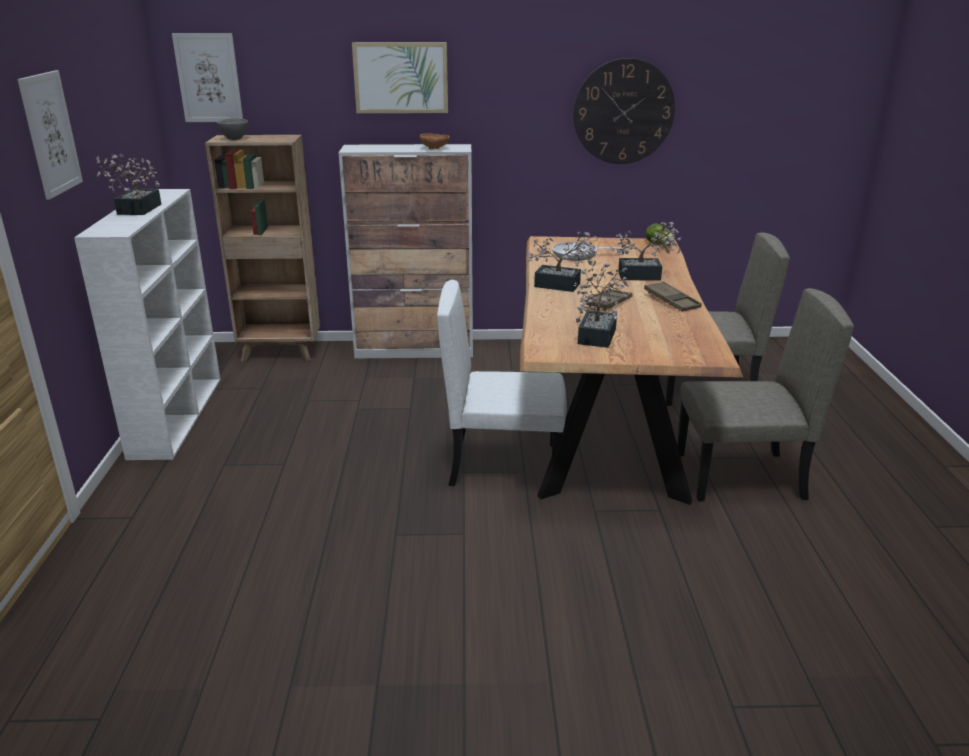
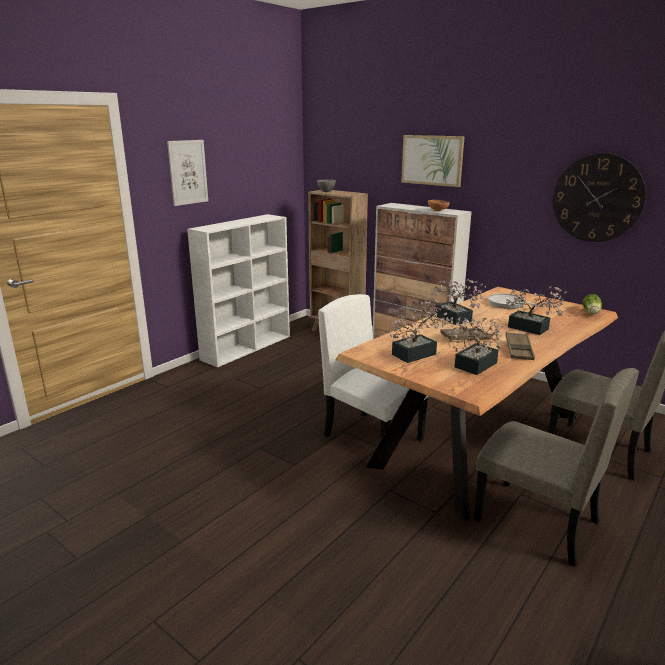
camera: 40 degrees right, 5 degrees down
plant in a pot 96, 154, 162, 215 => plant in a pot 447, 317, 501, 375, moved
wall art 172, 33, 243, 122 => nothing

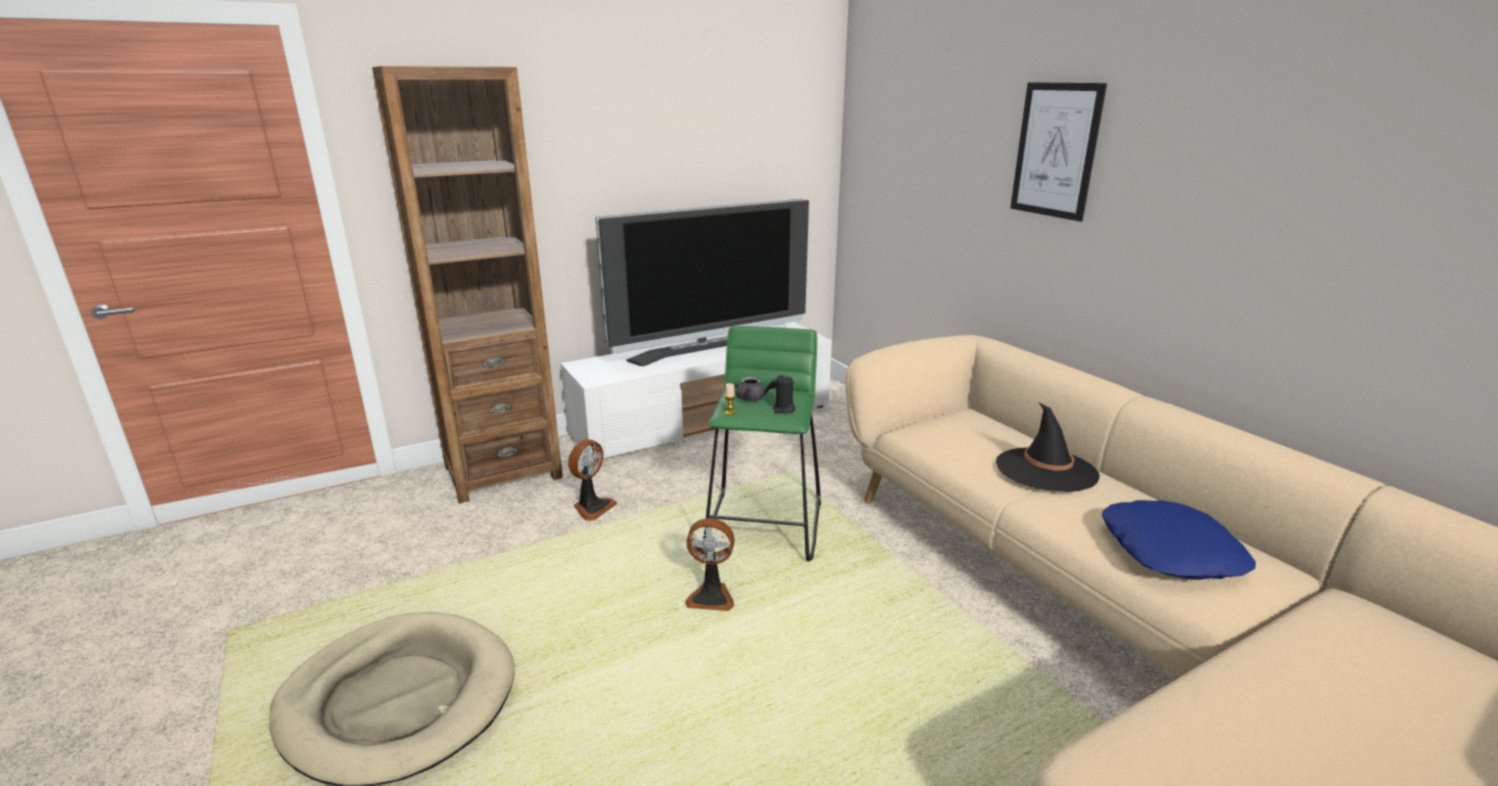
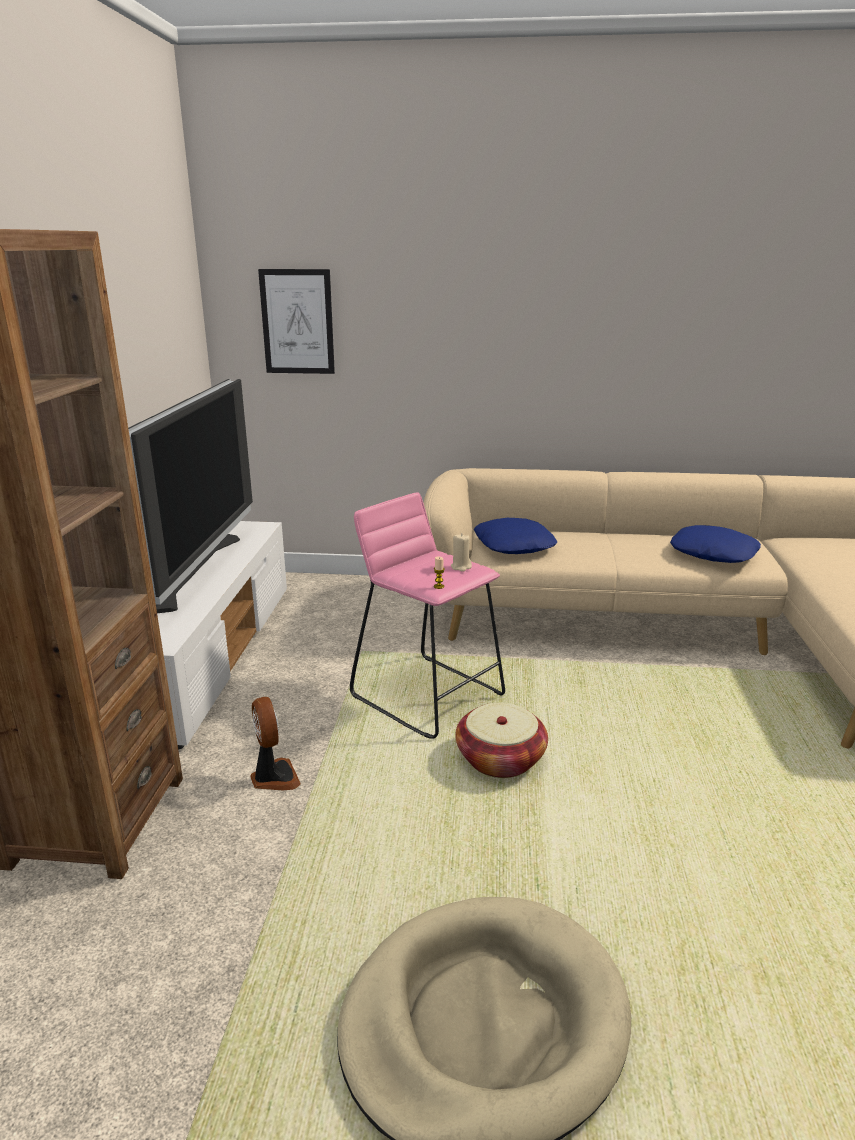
camera: 55 degrees left, 0 degrees up
wall art 1010, 83, 1107, 222 => wall art 258, 269, 335, 374, moved
greenish stool 703, 326, 821, 561 => pink stool 350, 492, 505, 739
black candle 773, 375, 795, 414 => beige candle 451, 533, 472, 572
fan 685, 518, 735, 611 => basket 455, 702, 548, 778
nothing => blue-coloured pillow 474, 518, 557, 554
grey tea pot 736, 377, 777, 401 => nothing
black hat 996, 403, 1100, 492 => nothing

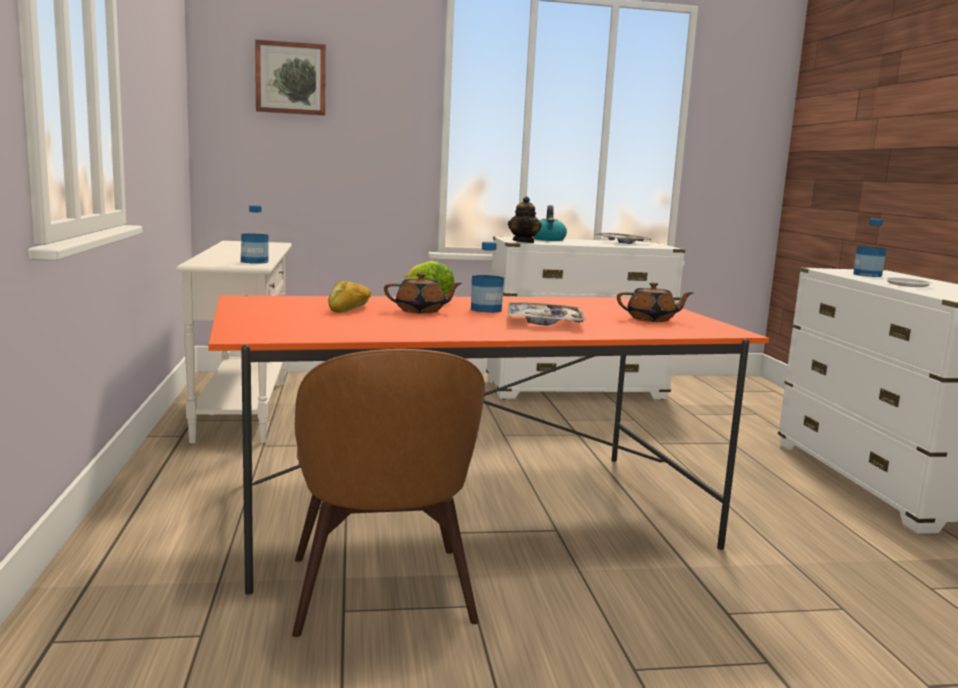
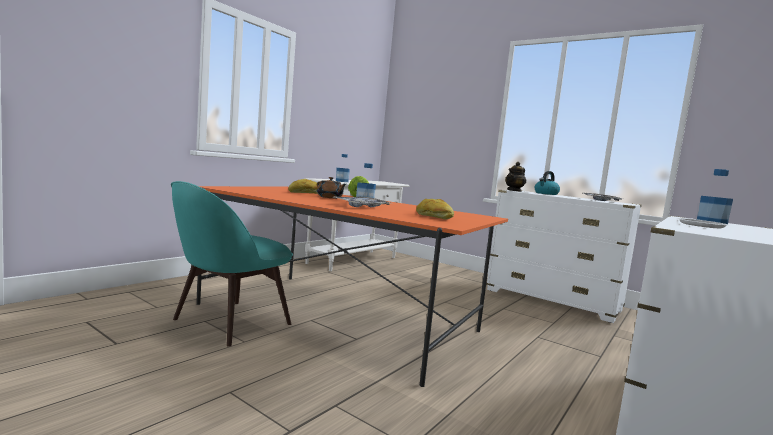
camera: 45 degrees right, 5 degrees down
brownish plain chair 292, 349, 485, 637 => turquoise plain chair 171, 181, 293, 347
brownish tea pot 617, 282, 694, 322 => baked bread 416, 199, 454, 220
wall art 255, 39, 326, 116 => nothing

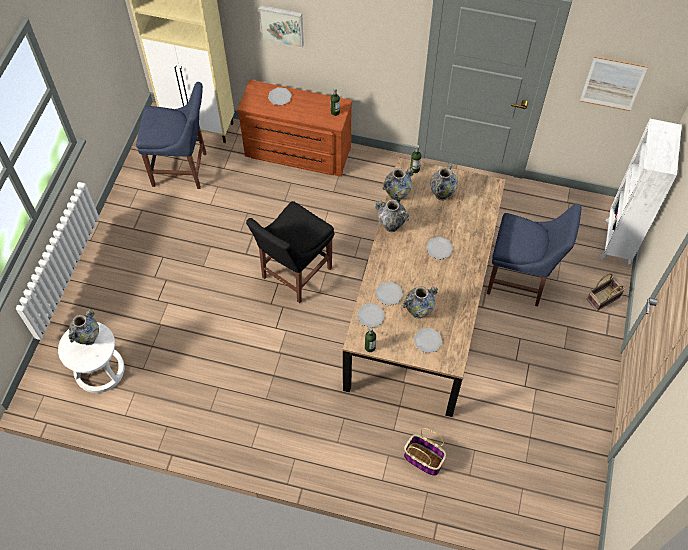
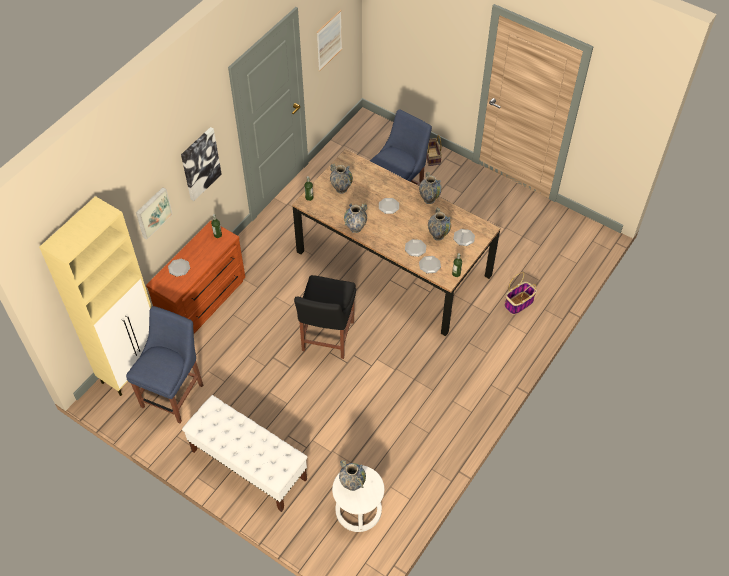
camera: 70 degrees left, 5 degrees down
nothing => wall art 181, 127, 222, 201
nothing => whitish bench 182, 395, 307, 512
black plain chair 246, 201, 334, 303 => black plain chair 294, 275, 356, 359, 45 degrees clockwise
decorative vase 382, 168, 414, 201 => decorative vase 419, 171, 442, 204, moved
whitish bookcase 600, 119, 682, 265 => nothing

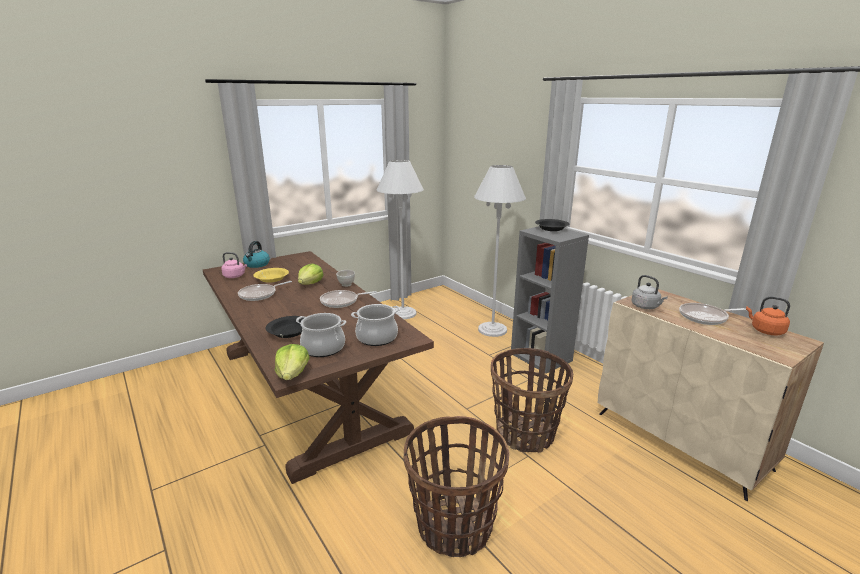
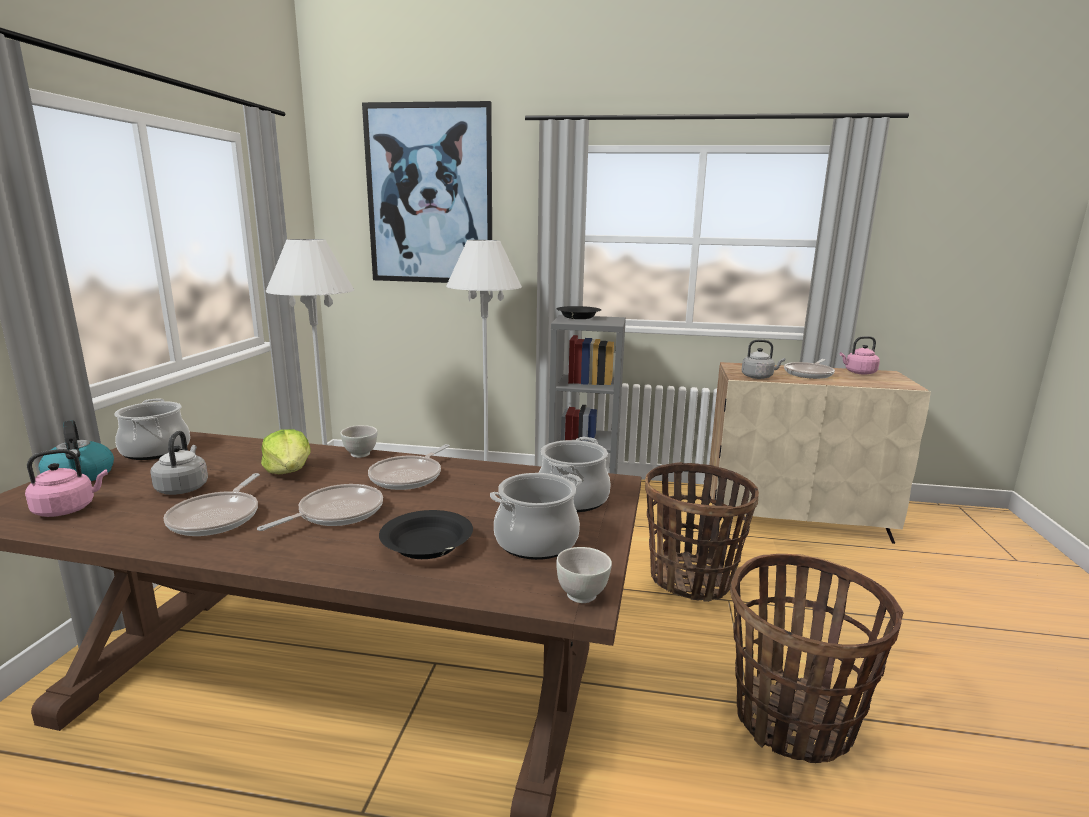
camera: 45 degrees left, 5 degrees down
nothing => saucepot 115, 399, 190, 460
yellow deep dish 254, 268, 289, 283 => grey water kettle 150, 431, 208, 495
nothing => skillet 257, 484, 383, 531
nothing => wall art 362, 101, 492, 283
lettuce head 275, 344, 309, 380 => whitish deep dish 556, 547, 612, 603
orange-coloured water kettle 746, 296, 790, 336 => pink water kettle 840, 336, 880, 375

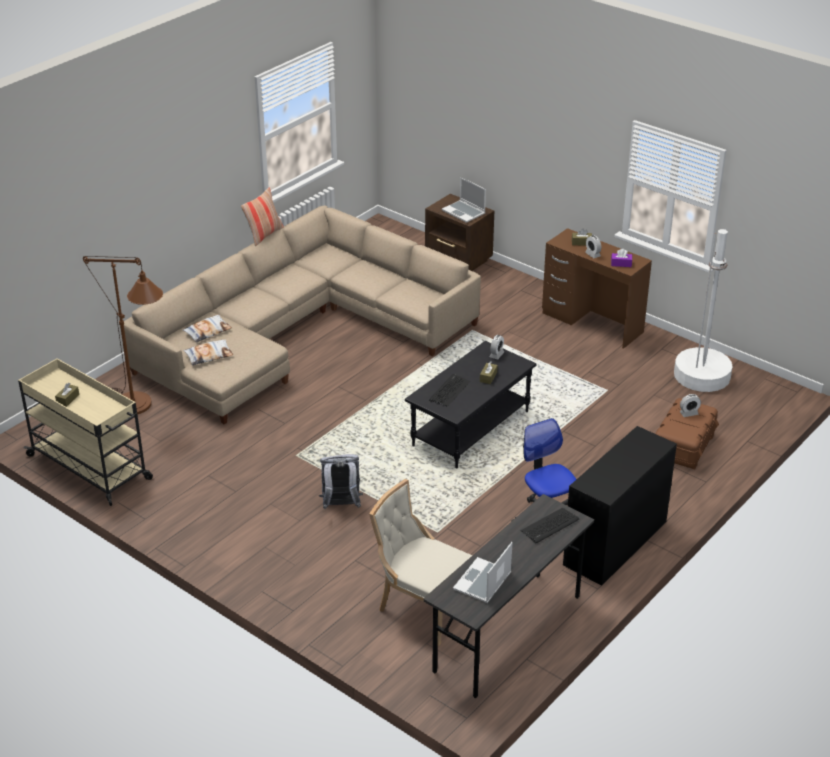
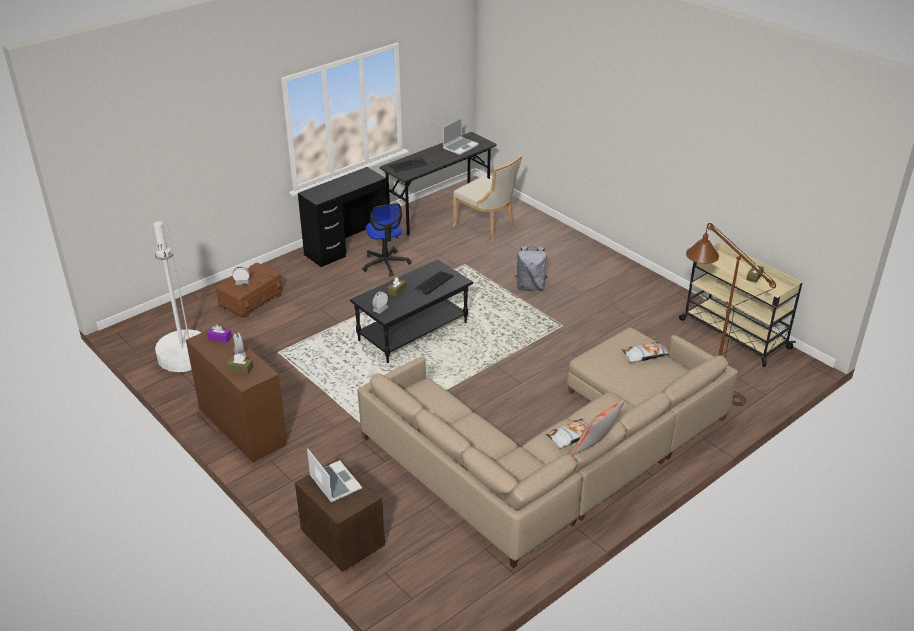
camera: 170 degrees left, 0 degrees up
pillow 183, 315, 232, 343 => pillow 546, 418, 588, 448, moved

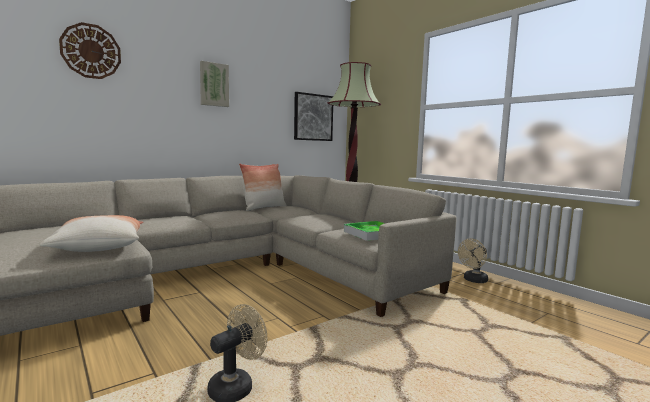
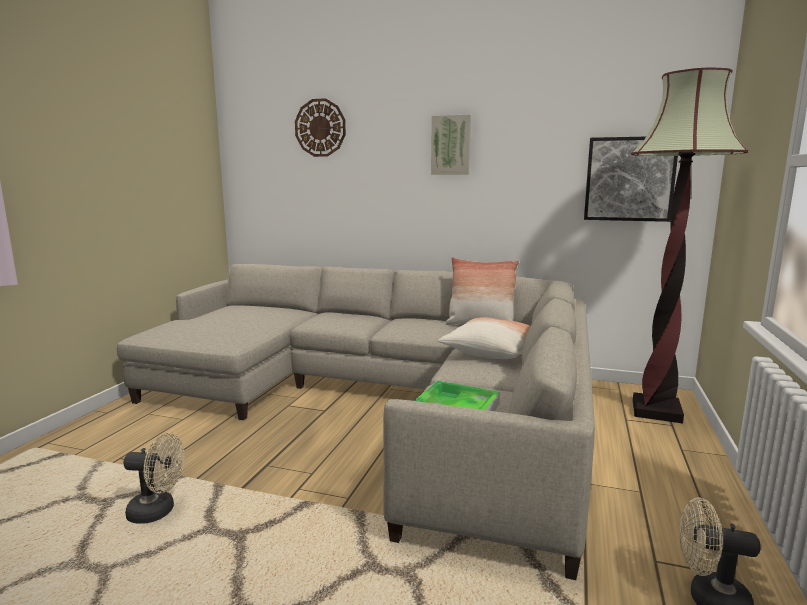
camera: 55 degrees right, 5 degrees up
pillow 39, 215, 143, 252 => pillow 438, 317, 531, 359, moved

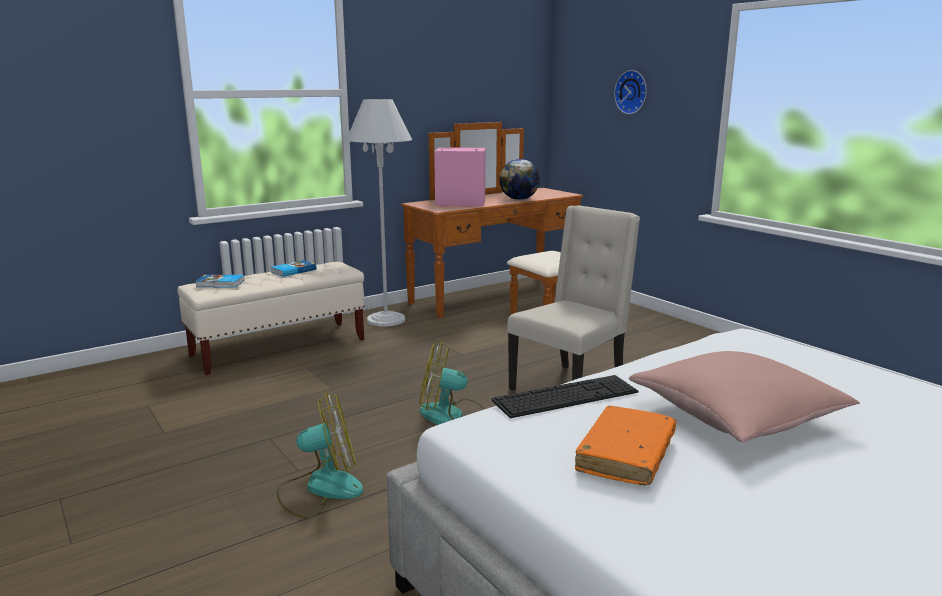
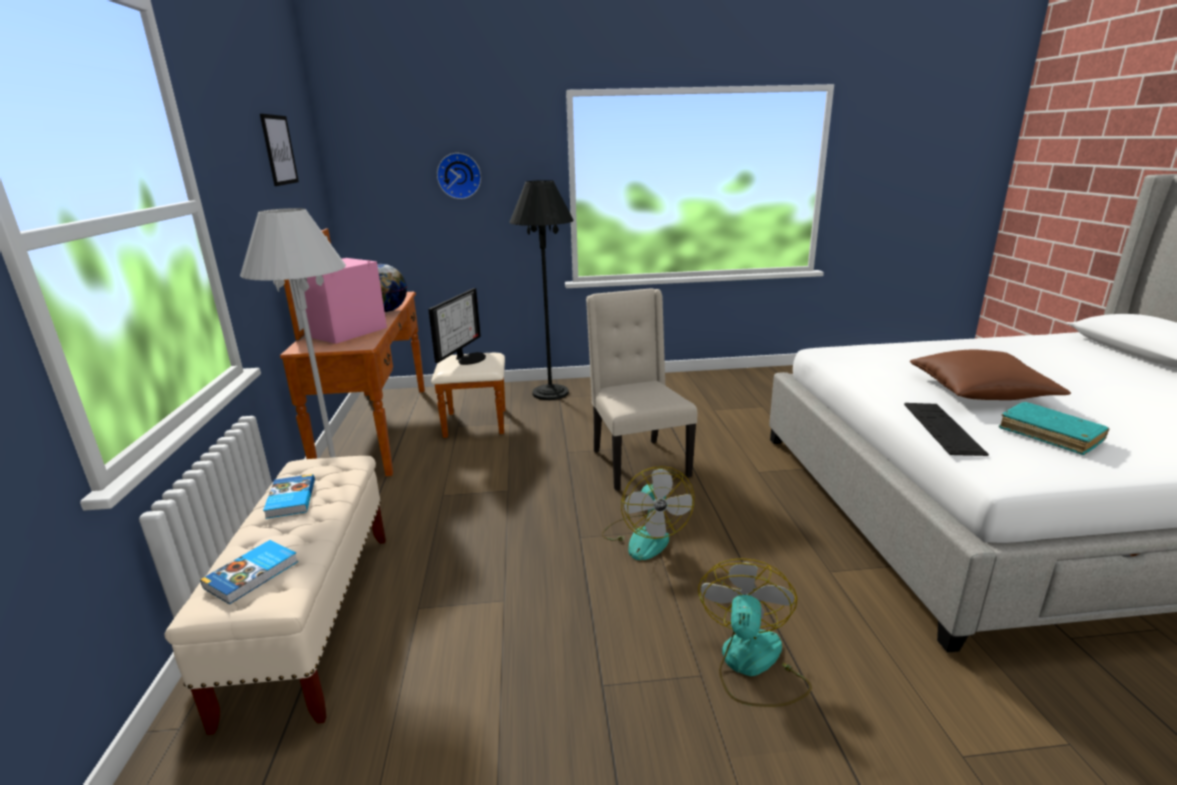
camera: 60 degrees left, 5 degrees up
nothing => wall art 260, 114, 299, 186
nothing => monitor 428, 288, 486, 365
nothing => black standard lamp 509, 180, 574, 400
fan 420, 342, 484, 425 => fan 602, 466, 694, 560, 45 degrees counterclockwise
pink pillow 629, 351, 860, 442 => brownish pillow 910, 350, 1071, 400
orange-coloured volume 575, 406, 676, 485 => turquoise volume 998, 402, 1109, 455

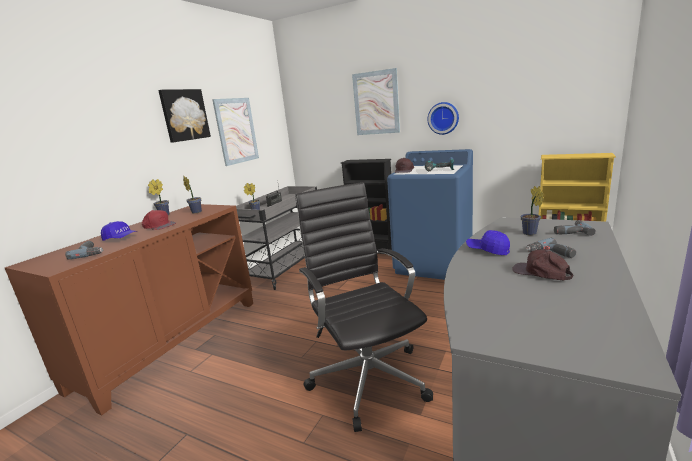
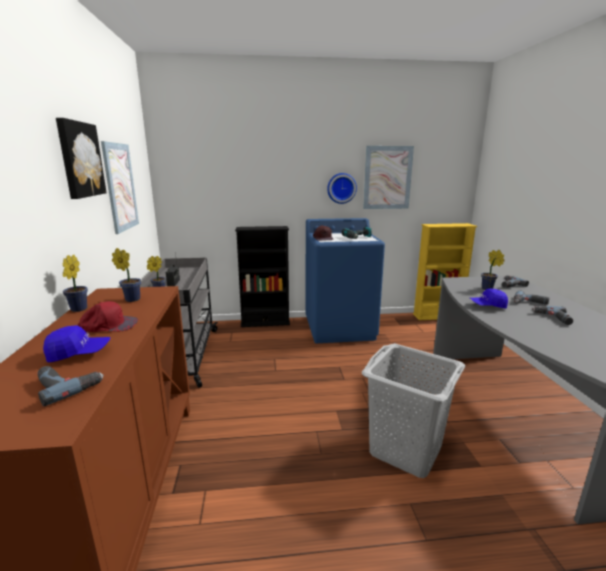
camera: 35 degrees left, 0 degrees up
black office chair 295, 182, 433, 432 => grey laundry basket 362, 343, 465, 478
wall art 352, 68, 400, 135 => wall art 363, 146, 414, 209, moved
brownish peaked cap 512, 249, 573, 281 => electric drill 532, 306, 573, 325

